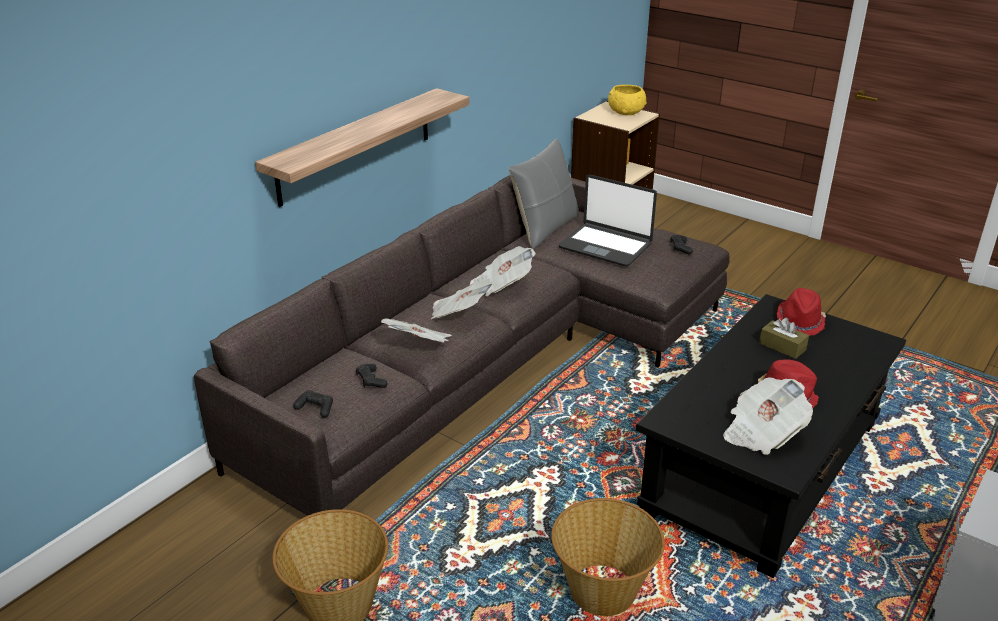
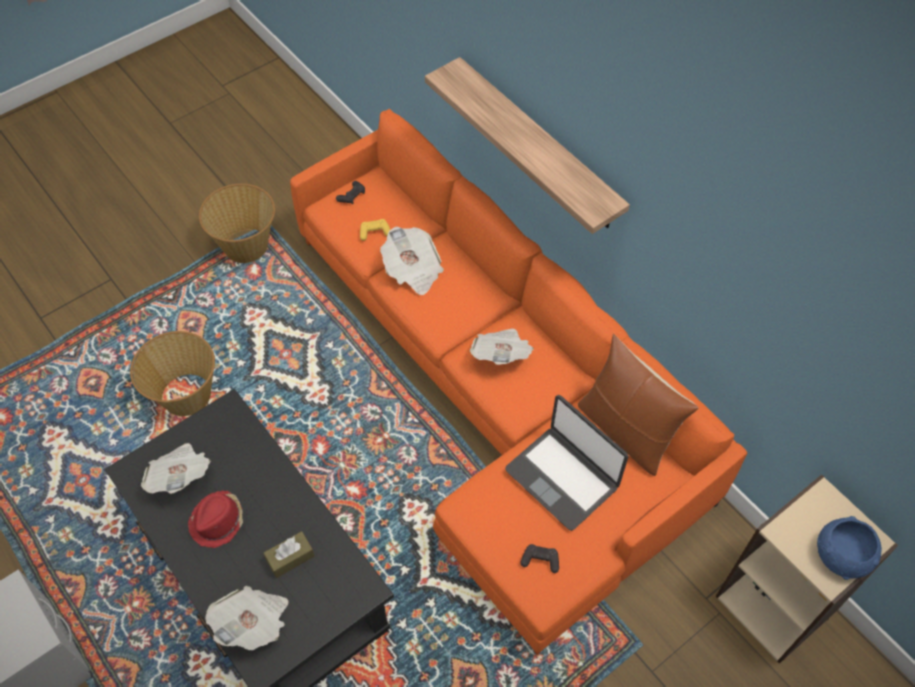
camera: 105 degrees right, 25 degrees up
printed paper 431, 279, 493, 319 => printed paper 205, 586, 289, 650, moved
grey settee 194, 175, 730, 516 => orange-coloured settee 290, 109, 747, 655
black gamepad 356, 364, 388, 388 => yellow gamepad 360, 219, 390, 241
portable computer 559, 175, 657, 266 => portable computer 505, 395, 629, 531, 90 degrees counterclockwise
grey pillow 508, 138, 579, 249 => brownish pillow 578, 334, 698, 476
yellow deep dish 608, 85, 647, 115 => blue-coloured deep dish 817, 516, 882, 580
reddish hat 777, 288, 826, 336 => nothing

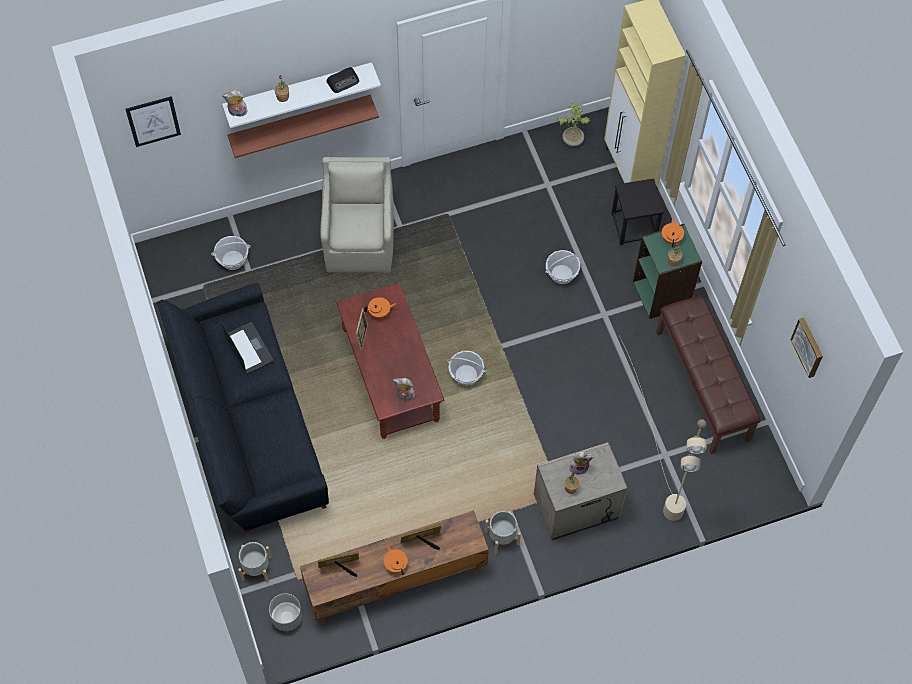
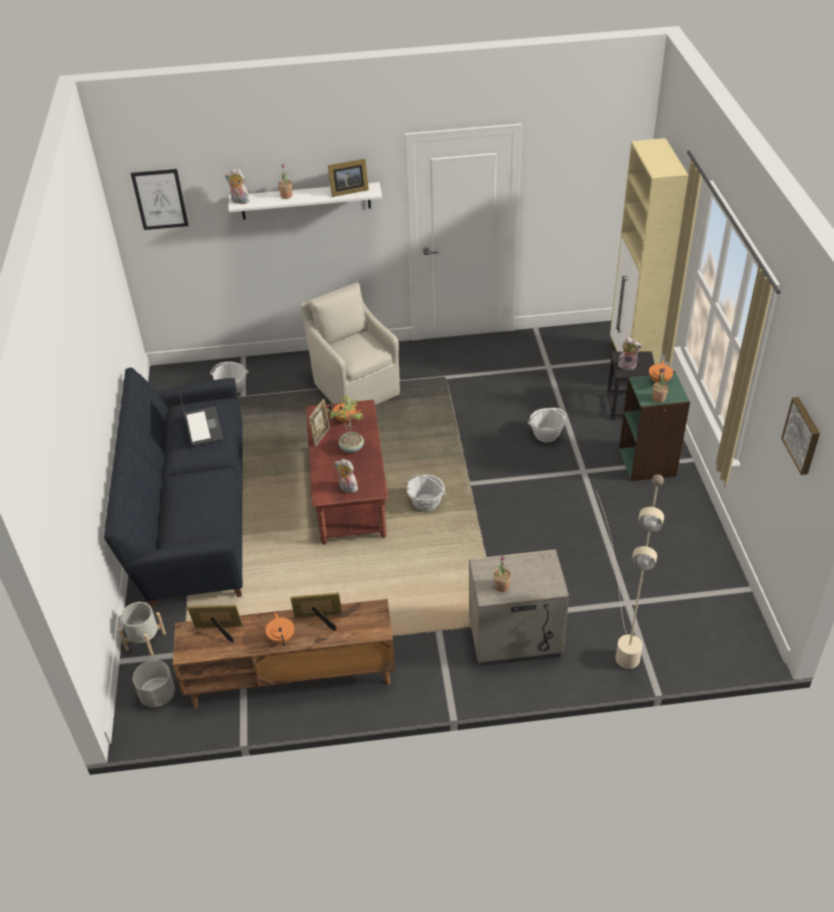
camera: 15 degrees right, 20 degrees down
beige easy chair 320, 157, 394, 273 => beige easy chair 301, 282, 400, 405, 45 degrees counterclockwise
plant in a pot 557, 103, 590, 147 => plant in a pot 326, 395, 364, 453, moved
radio 327, 67, 359, 93 => picture frame 328, 159, 369, 197
soft toy 569, 451, 594, 475 => soft toy 618, 338, 642, 370, moved
shelf 227, 95, 379, 158 => nothing
grey flower pot 485, 511, 521, 554 => nothing
brownish bench 656, 296, 761, 454 => nothing

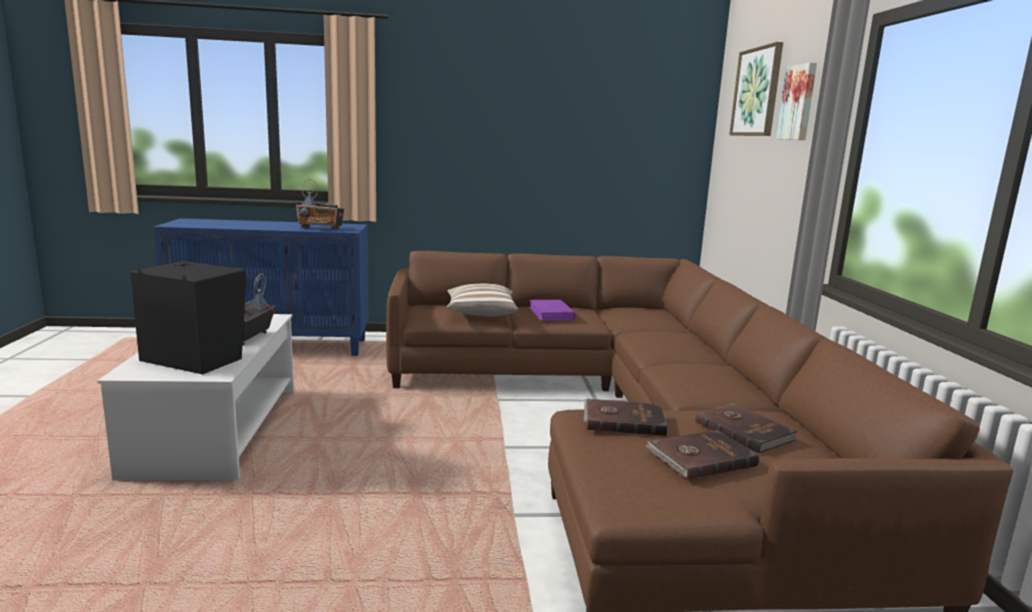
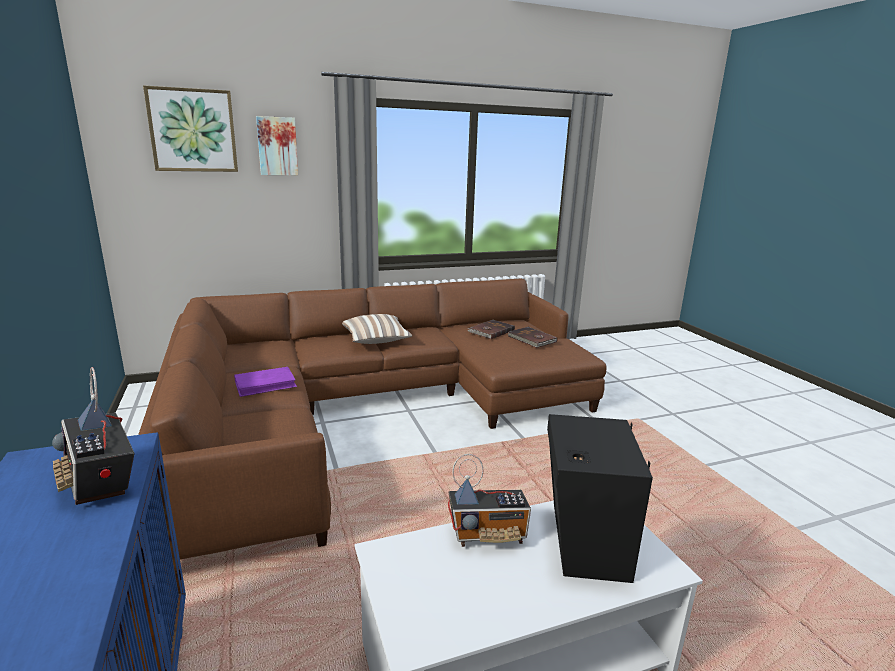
camera: 105 degrees left, 5 degrees up
radio 296, 179, 344, 229 => radio 52, 367, 135, 505, 150 degrees clockwise
pillow 446, 284, 518, 316 => pillow 342, 314, 413, 344, moved
brownish volume 584, 399, 667, 436 => nothing

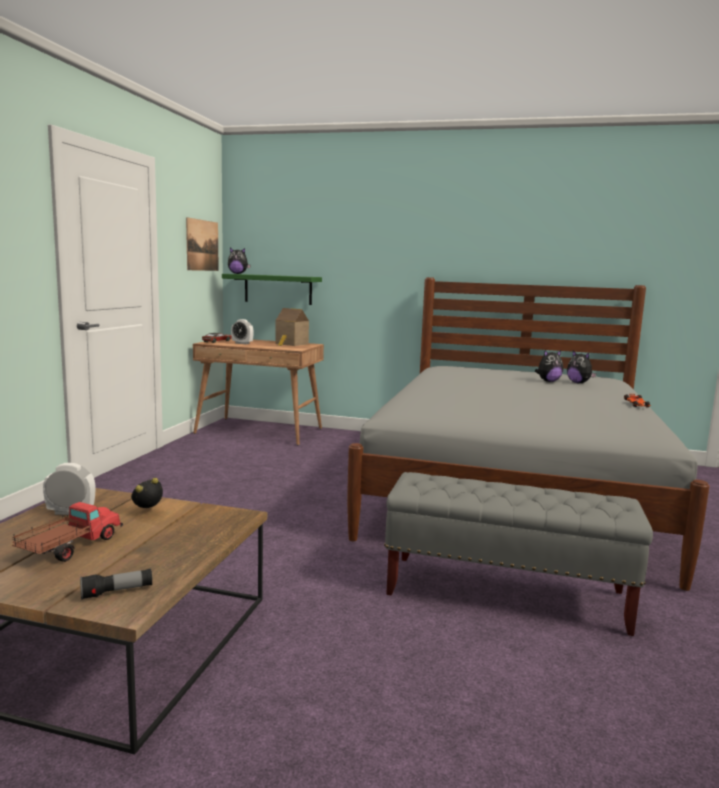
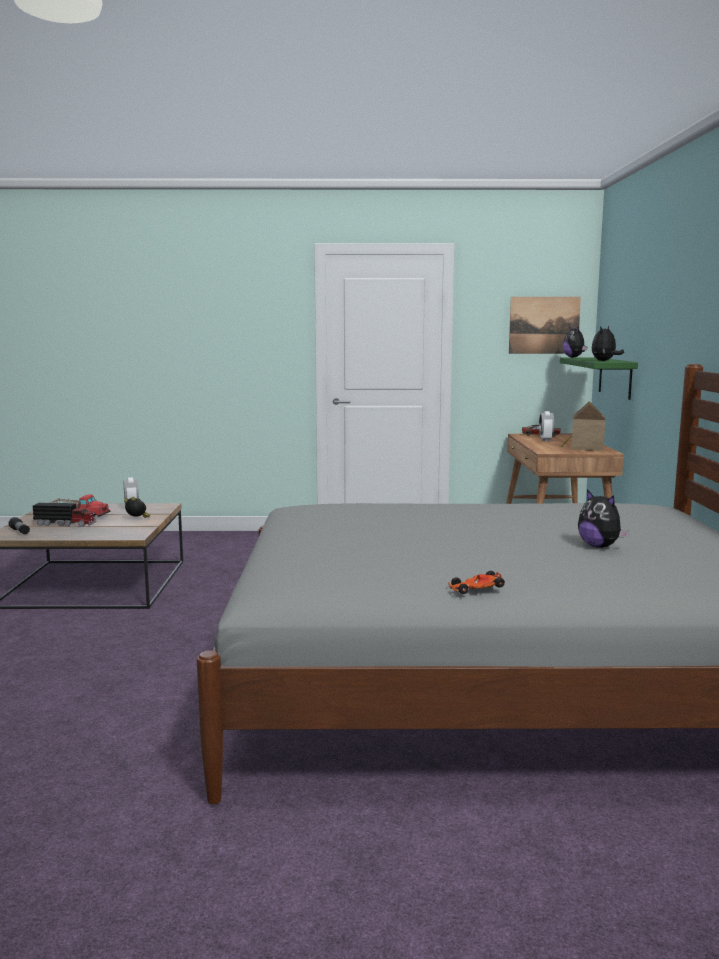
camera: 75 degrees right, 0 degrees up
nothing => toy lorry 33, 502, 96, 527
soft toy 567, 351, 597, 383 => soft toy 592, 326, 624, 361, moved
grey bench 384, 472, 653, 636 => nothing

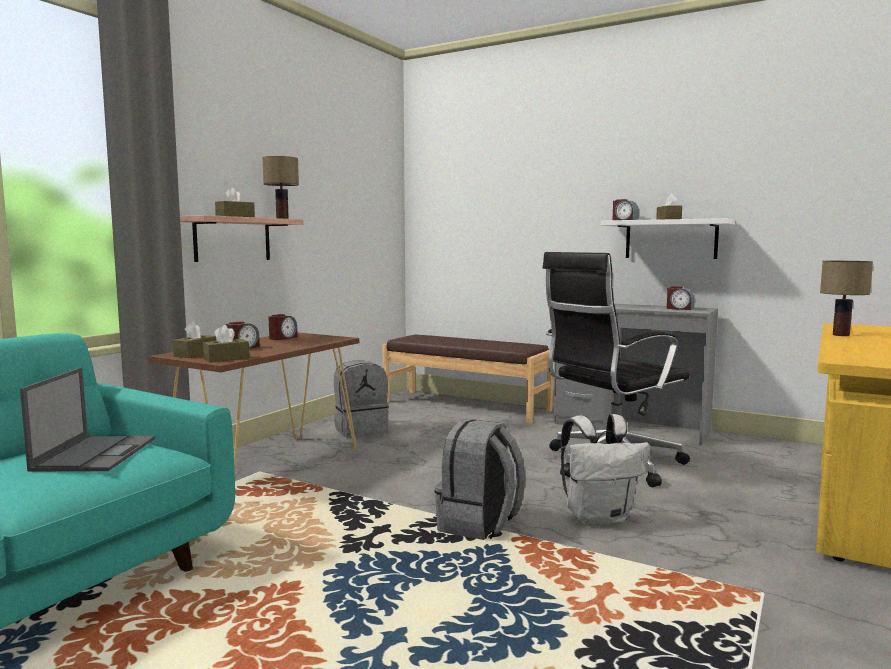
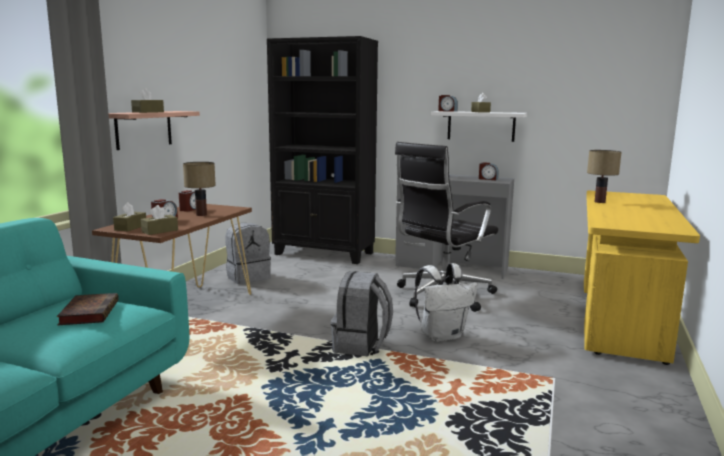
camera: 10 degrees left, 5 degrees up
portable computer 20, 368, 155, 471 => volume 57, 293, 119, 325
table lamp 263, 156, 299, 219 => table lamp 183, 162, 216, 216, moved
brownish bench 382, 335, 553, 424 => black bookcase 267, 36, 378, 264

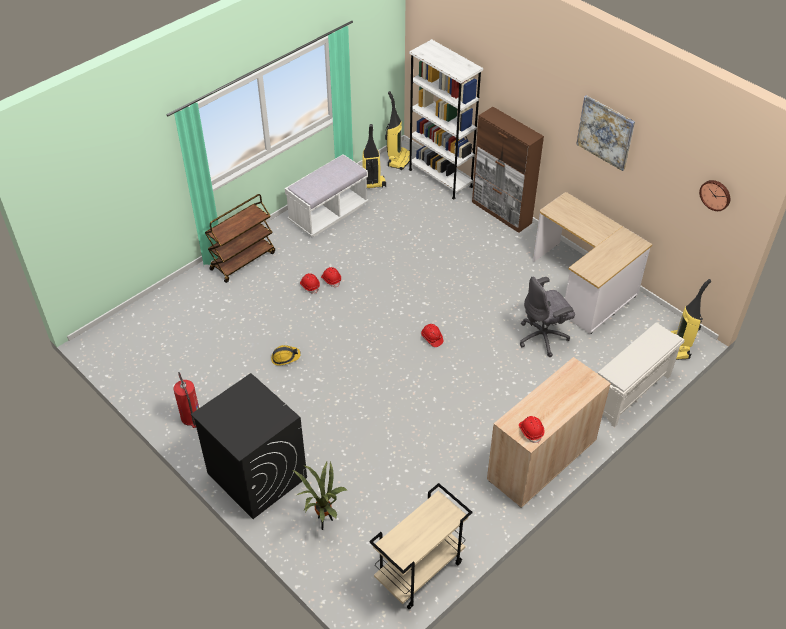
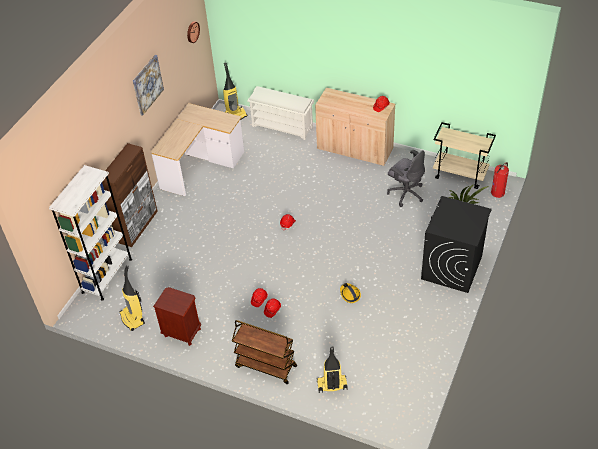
camera: 110 degrees left, 0 degrees up
whitish bench 285, 154, 369, 237 => brownish nightstand 153, 287, 201, 346
vacuum 385, 91, 410, 170 => vacuum 317, 346, 348, 393, moved
grey office chair 520, 277, 575, 357 => grey office chair 387, 150, 425, 207, moved
fire extinguisher 173, 372, 199, 428 => fire extinguisher 491, 162, 509, 198, moved

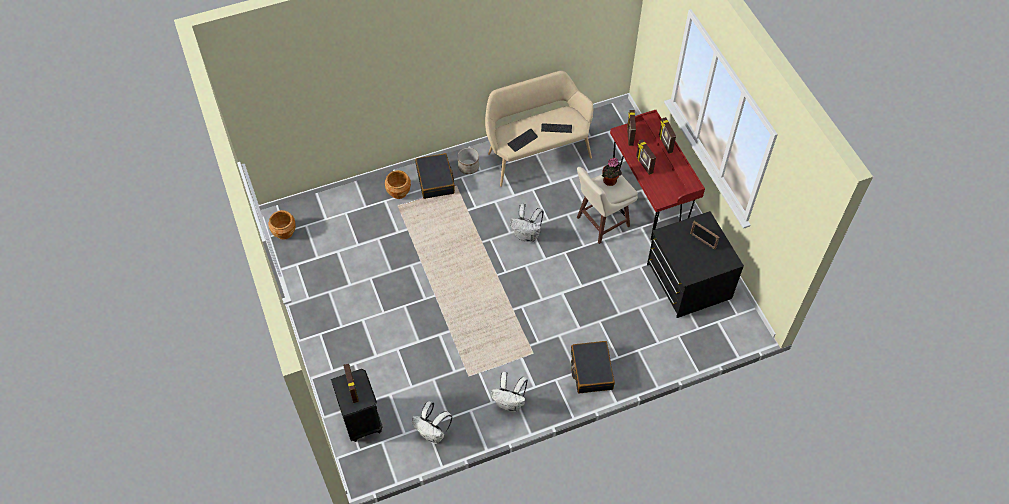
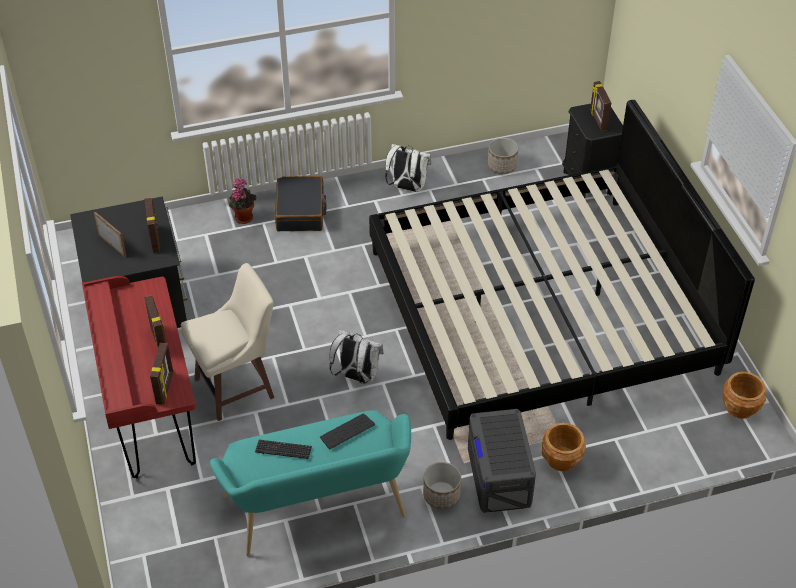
camera: 175 degrees left, 10 degrees down
picture frame 659, 117, 676, 154 => picture frame 144, 198, 160, 253, moved
beige bench 485, 71, 593, 187 => turquoise bench 210, 410, 411, 557
plant in a pot 602, 158, 622, 186 => plant in a pot 229, 178, 256, 224, moved
nothing => sleeping bed 369, 100, 755, 440
black travel case 415, 153, 455, 199 => grey storage bin 468, 409, 536, 513
whitish backpack 412, 401, 452, 444 => flower pot 488, 138, 518, 174

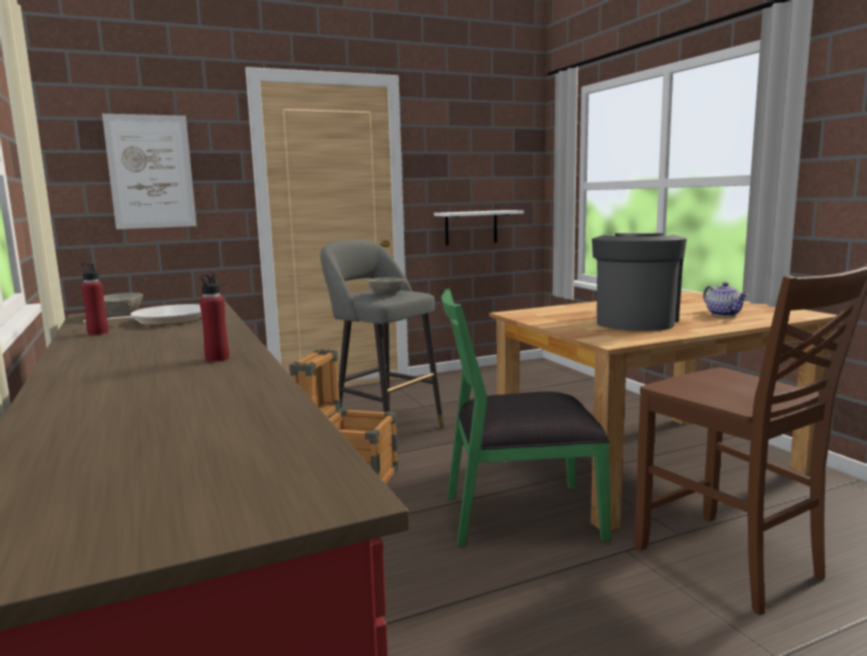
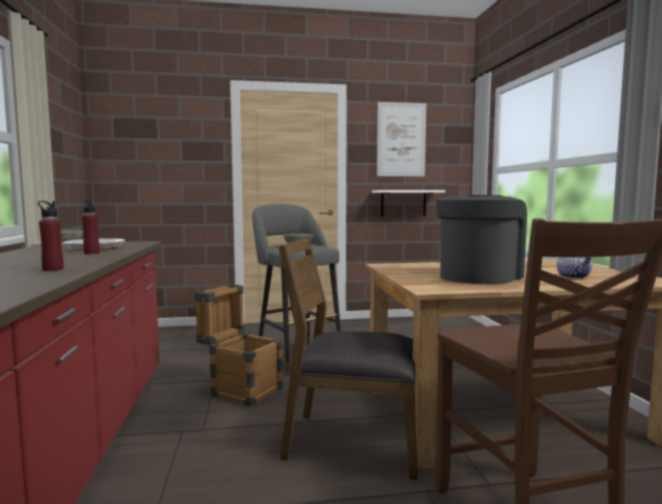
camera: 15 degrees right, 5 degrees down
reddish bottle 81, 263, 109, 335 => reddish bottle 82, 200, 100, 254, moved
greenish plain chair 441, 288, 611, 546 => brownish plain chair 279, 237, 417, 479
wall art 102, 114, 197, 229 => wall art 377, 102, 426, 177, moved

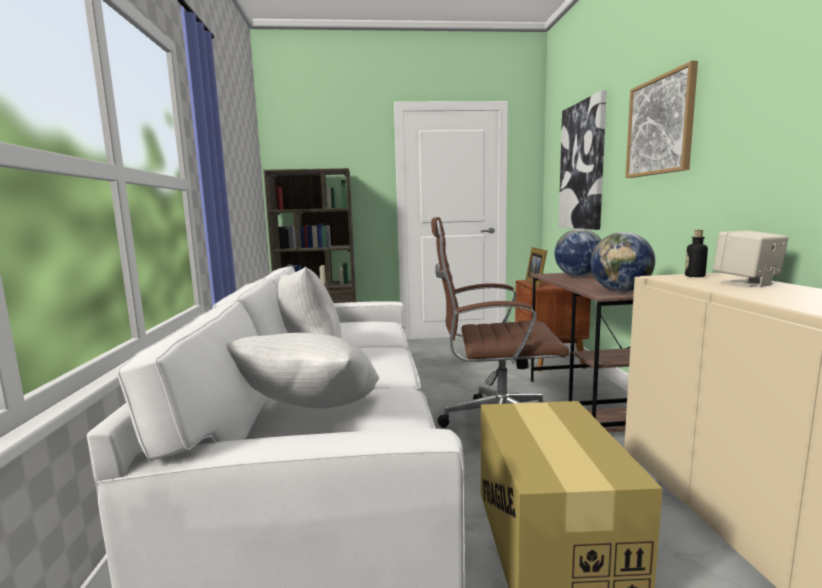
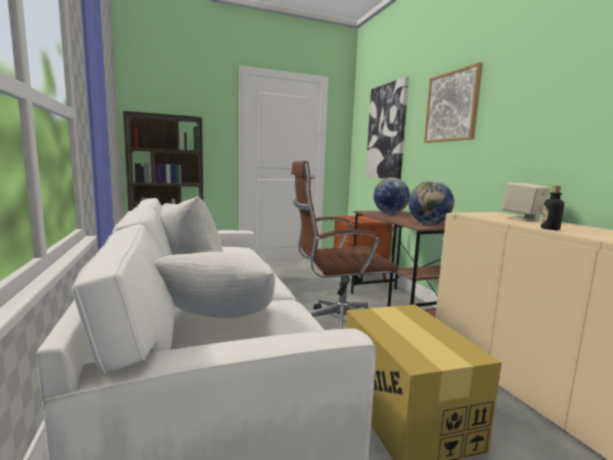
camera: 15 degrees left, 0 degrees up
bottle 685, 230, 708, 277 => bottle 541, 186, 564, 230, moved
picture frame 525, 247, 547, 287 => nothing

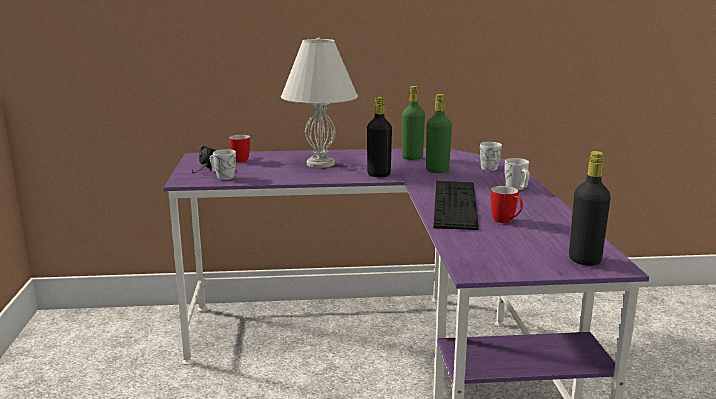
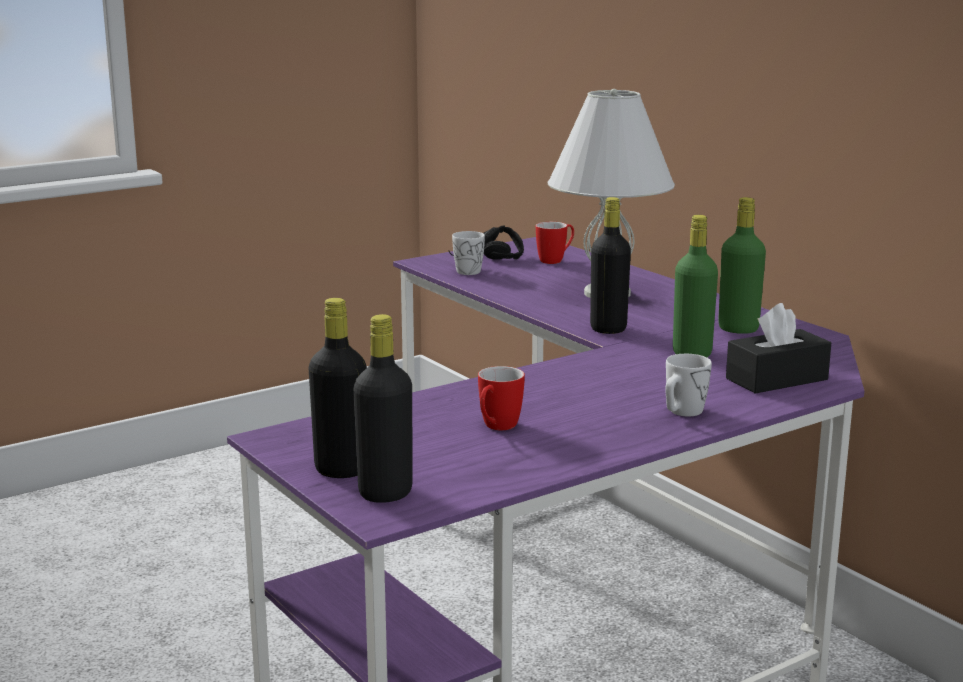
camera: 60 degrees right, 0 degrees up
nothing => black bottle 308, 298, 367, 478
whitish mug 480, 142, 502, 171 => black tissue holder 726, 303, 831, 393
PC keyboard 433, 181, 479, 230 => nothing

